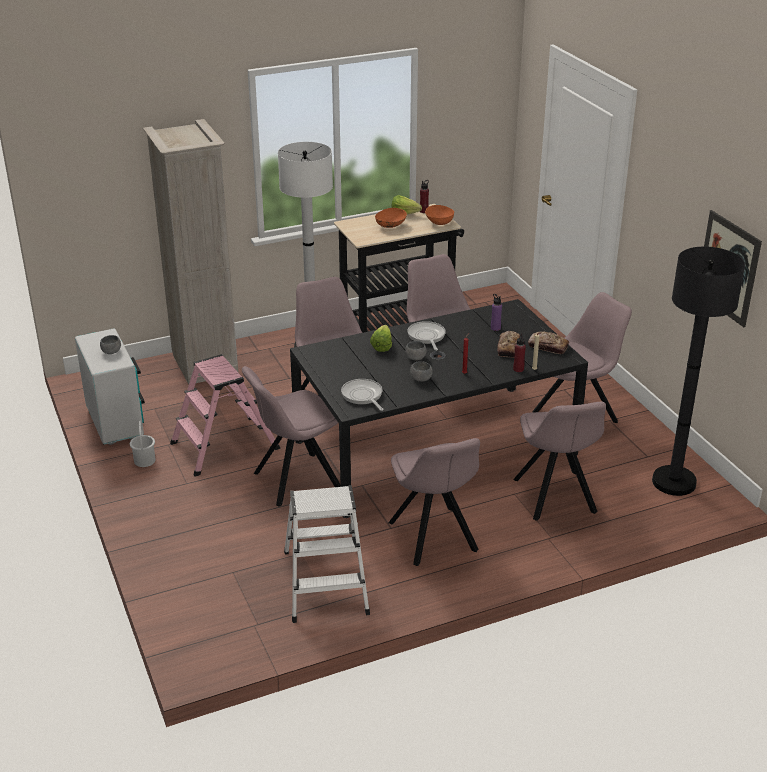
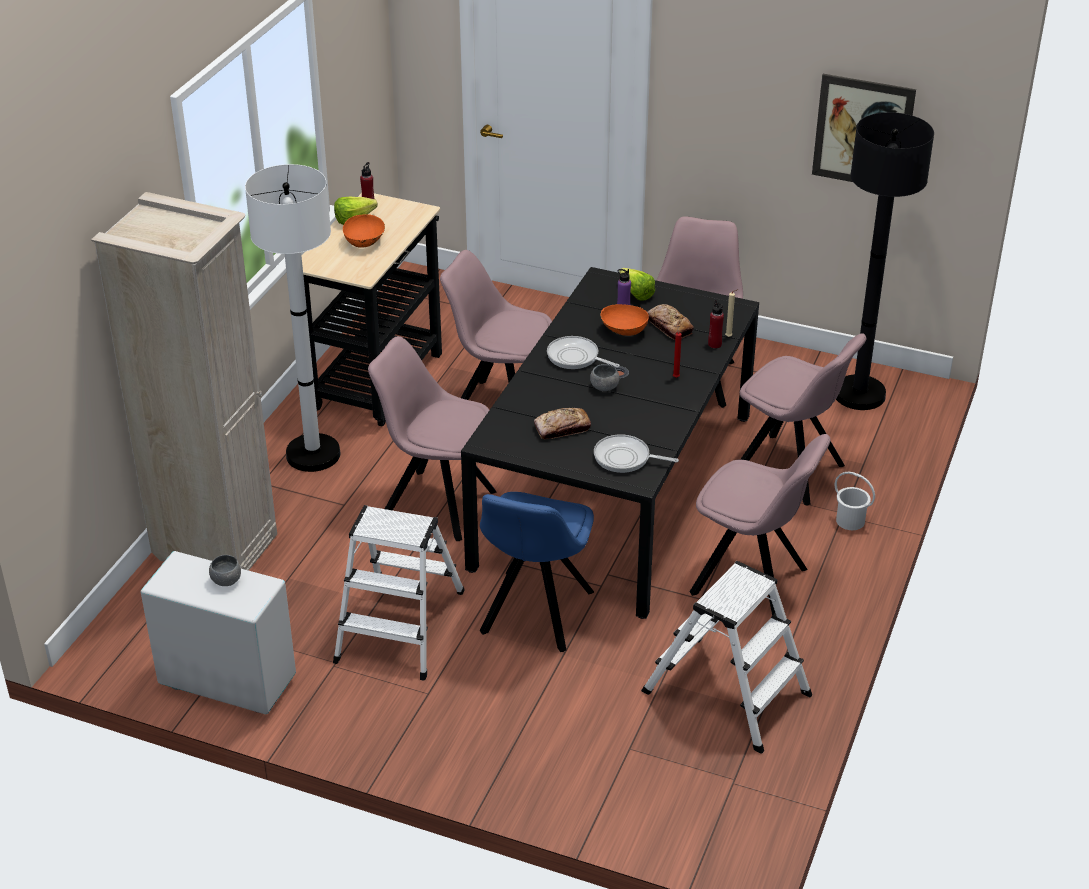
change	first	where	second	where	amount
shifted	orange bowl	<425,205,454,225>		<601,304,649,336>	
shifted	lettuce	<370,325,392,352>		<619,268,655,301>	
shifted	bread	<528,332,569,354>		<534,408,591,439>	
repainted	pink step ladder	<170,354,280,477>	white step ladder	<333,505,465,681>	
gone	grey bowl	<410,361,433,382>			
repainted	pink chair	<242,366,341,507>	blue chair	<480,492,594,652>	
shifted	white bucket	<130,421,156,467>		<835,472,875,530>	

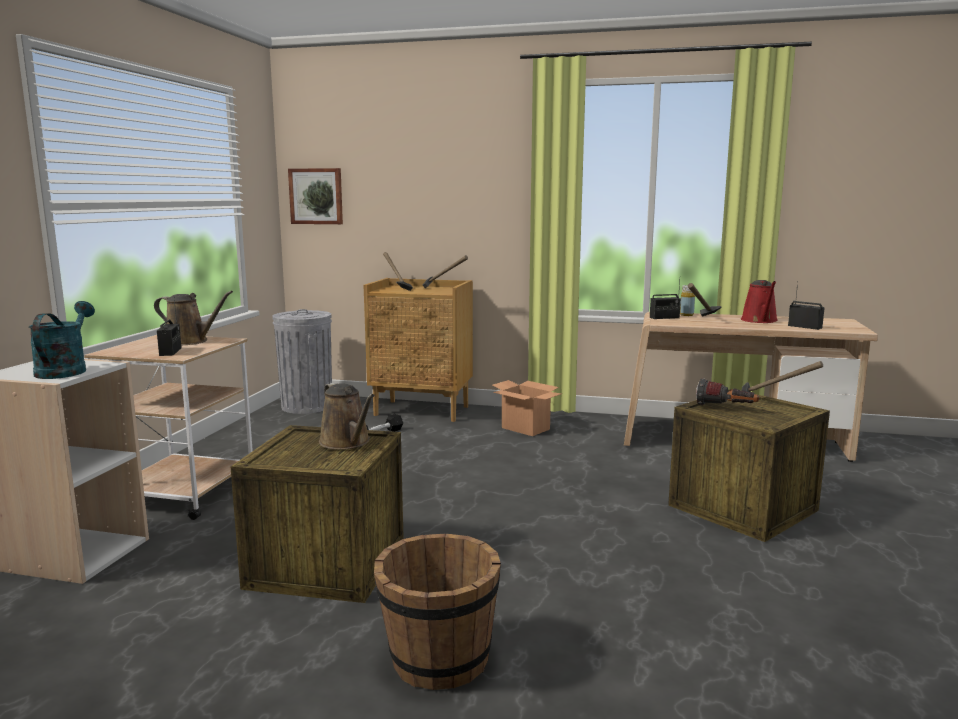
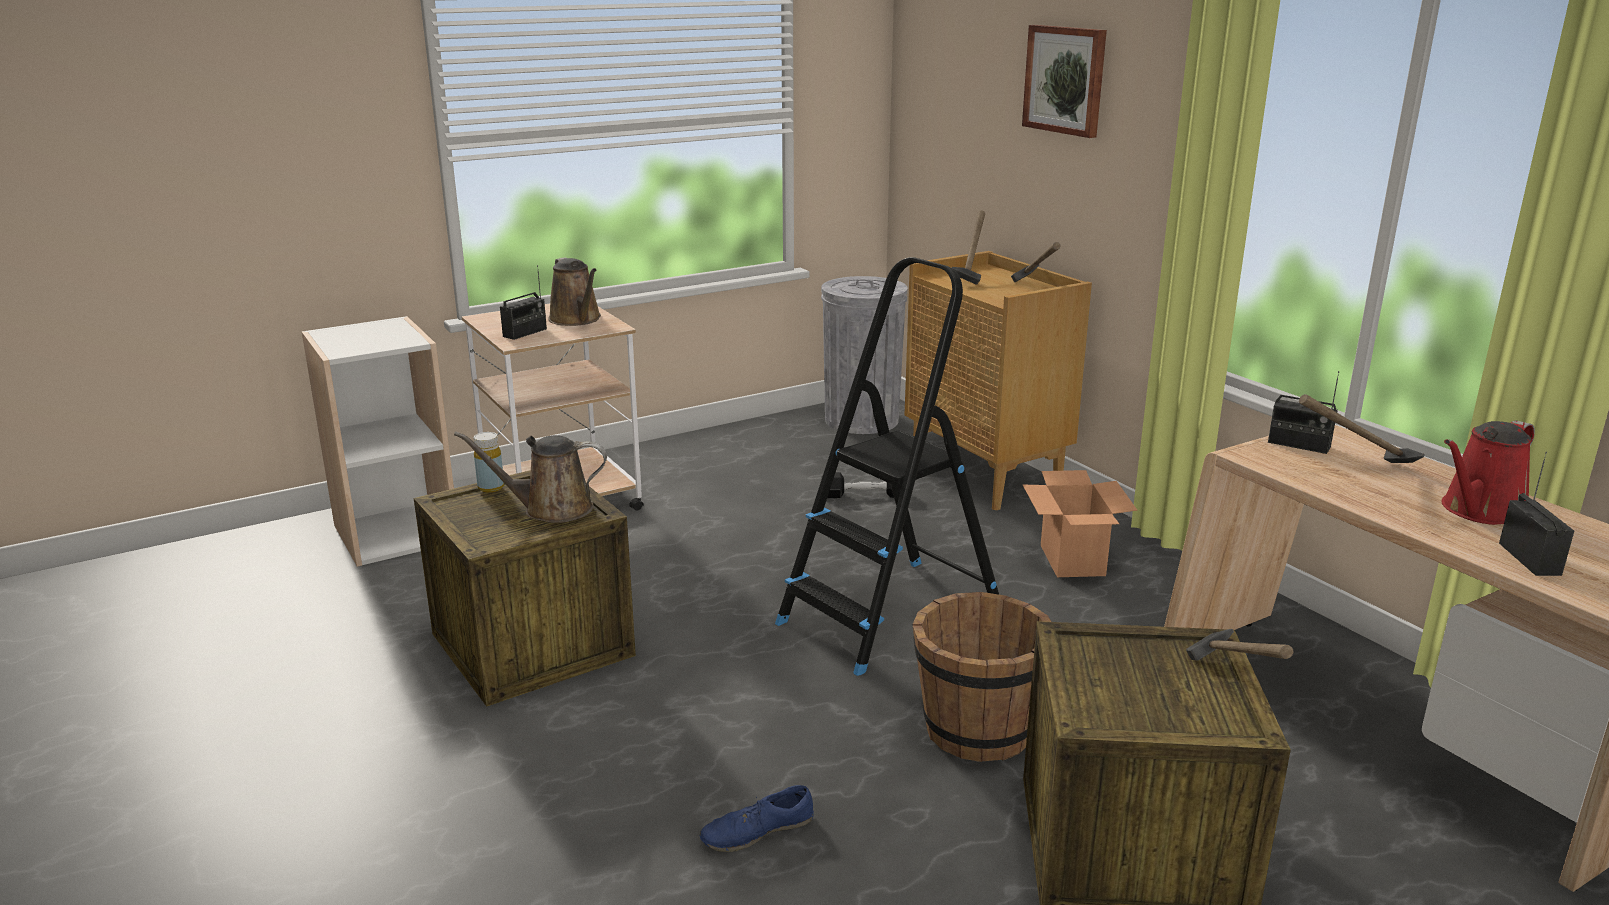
change	first	where	second	where	amount
shifted	picture	<288,168,343,224>		<1022,25,1107,138>	
shifted	yellow bottle	<680,285,695,316>		<474,432,504,492>	
gone	turquoise watering can	<29,301,95,379>			
gone	flashlight	<696,379,759,405>			
rotated	brown watering can	<319,383,375,450>		<454,431,607,523>	75 degrees clockwise
shifted	brown bucket	<374,533,501,690>		<912,592,1052,762>	
new			black step ladder	<775,257,999,676>	
new			blue shoe	<699,785,814,852>	

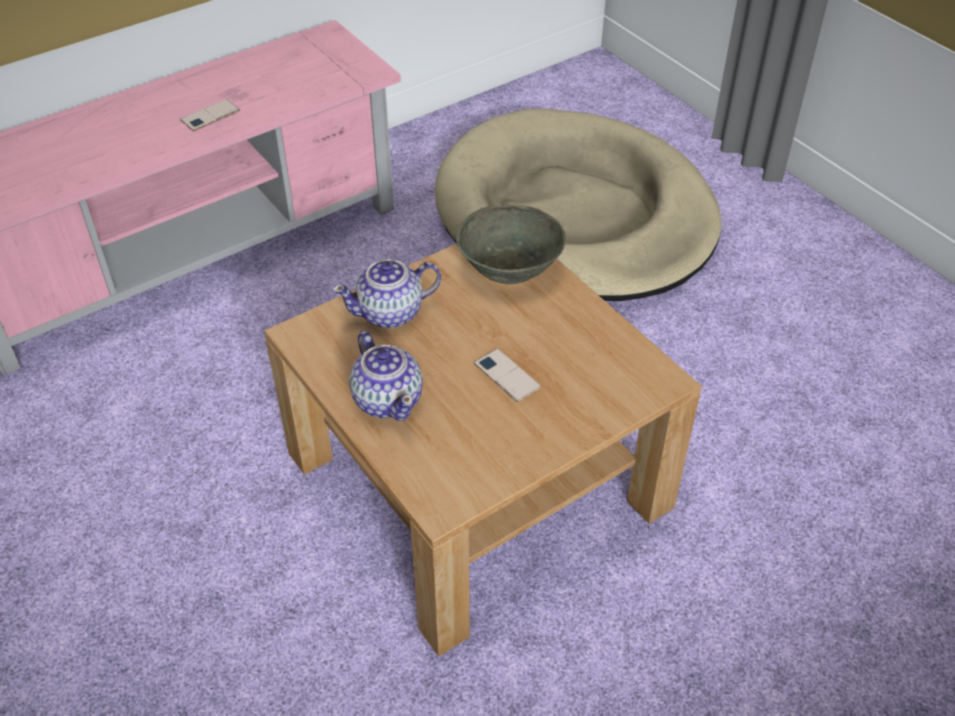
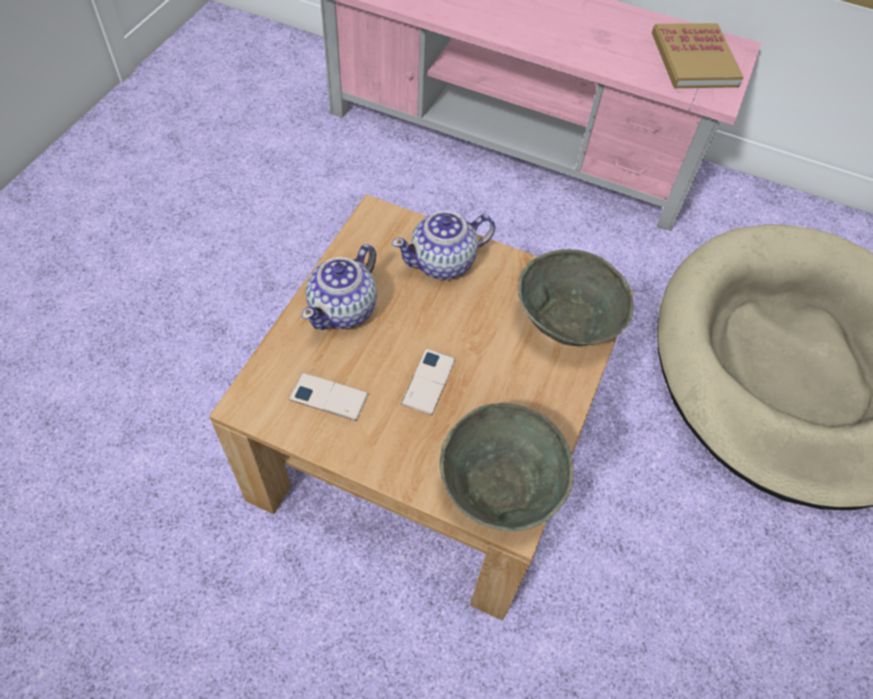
change	first	where	second	where	amount
shifted	phone	<180,99,240,131>		<289,373,368,421>	
rotated	teapot	<332,259,441,328>		<392,211,495,280>	60 degrees counterclockwise
new			book	<652,23,744,88>	
new			grey bowl	<440,403,574,531>	

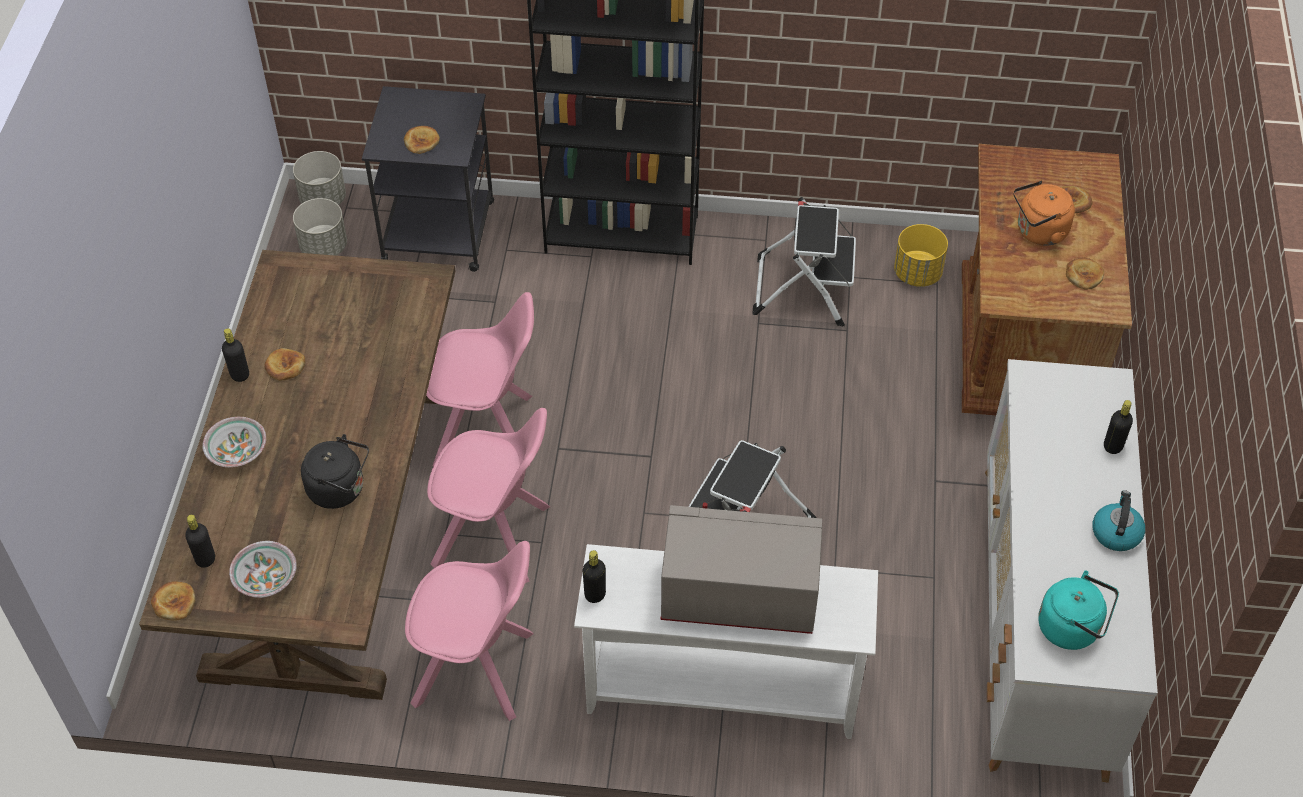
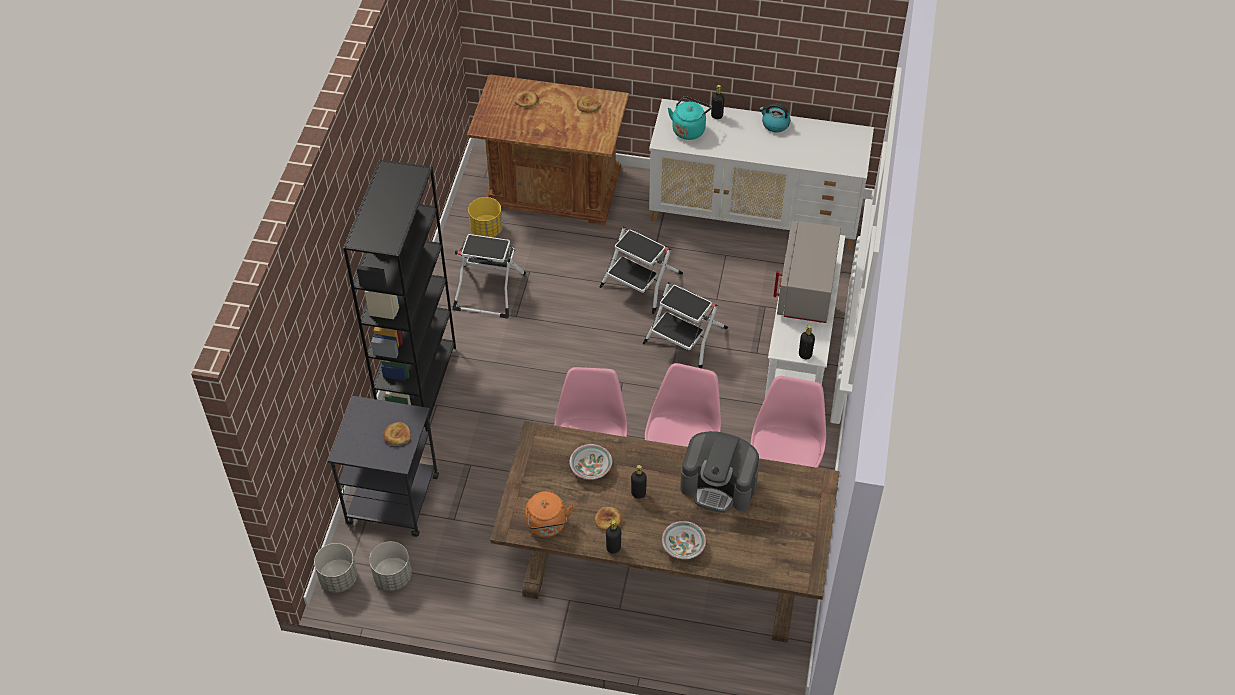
change	first	where	second	where	amount
shifted	orange kettle	<1013,180,1075,246>		<525,491,574,537>	
swapped	black kettle	<301,434,369,509>	coffee machine	<680,431,759,513>	
shifted	black bottle	<185,514,215,568>		<631,465,647,499>	
shifted	bowl	<229,541,297,598>		<569,444,612,480>	
shifted	turquoise kettle	<1038,570,1119,650>		<668,96,711,140>	
gone	bread	<151,581,196,621>			
new			step ladder	<599,226,683,314>	

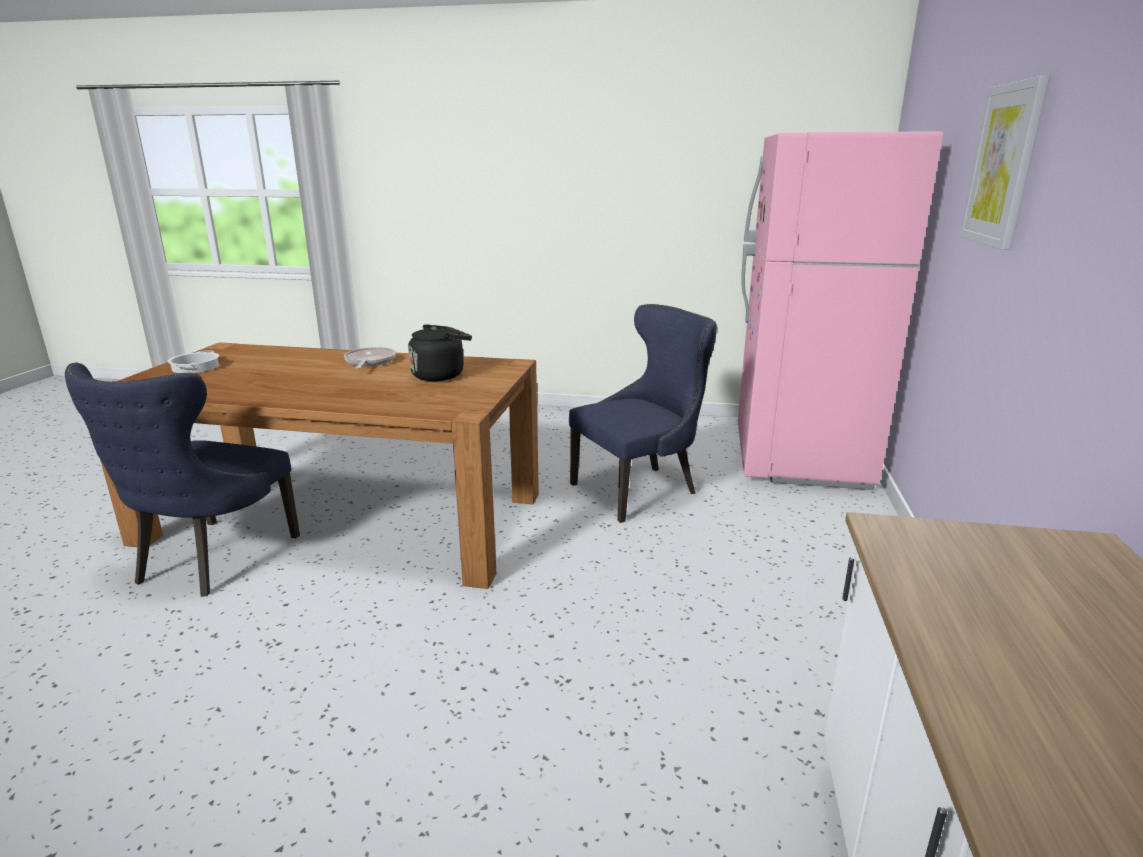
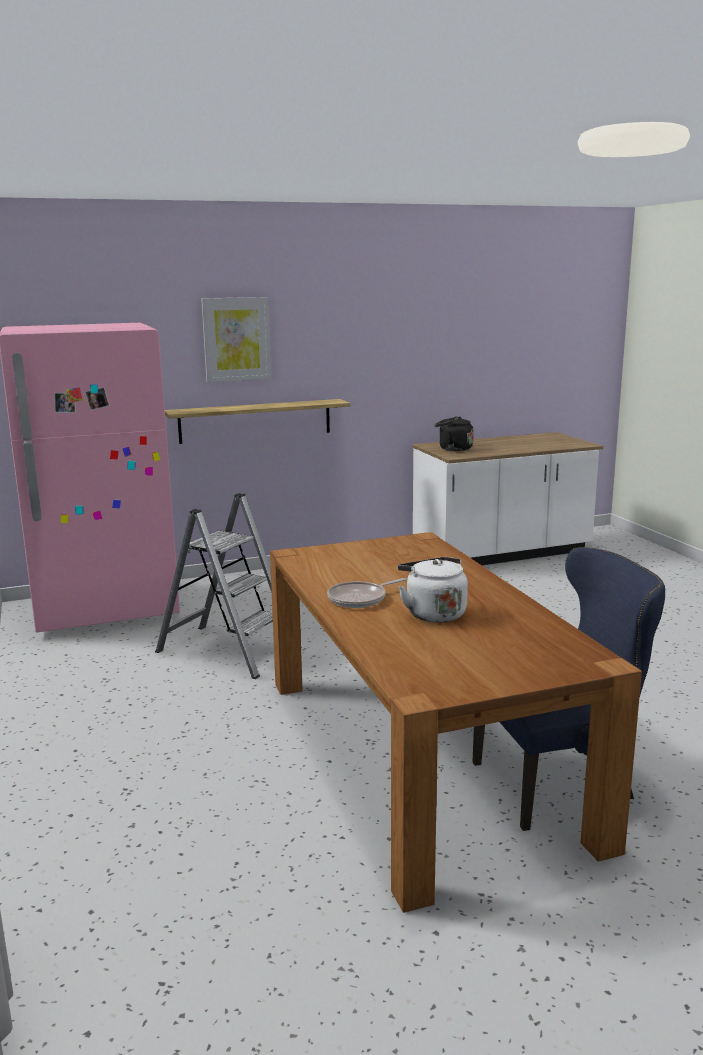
change	first	where	second	where	amount
swapped	blue chair	<569,304,717,523>	grey step ladder	<155,493,273,679>	
shifted	black kettle	<408,324,472,381>		<434,416,473,451>	
gone	cooking pot	<168,351,219,373>			
new			shelf	<165,399,350,444>	
new			white kettle	<398,557,468,623>	

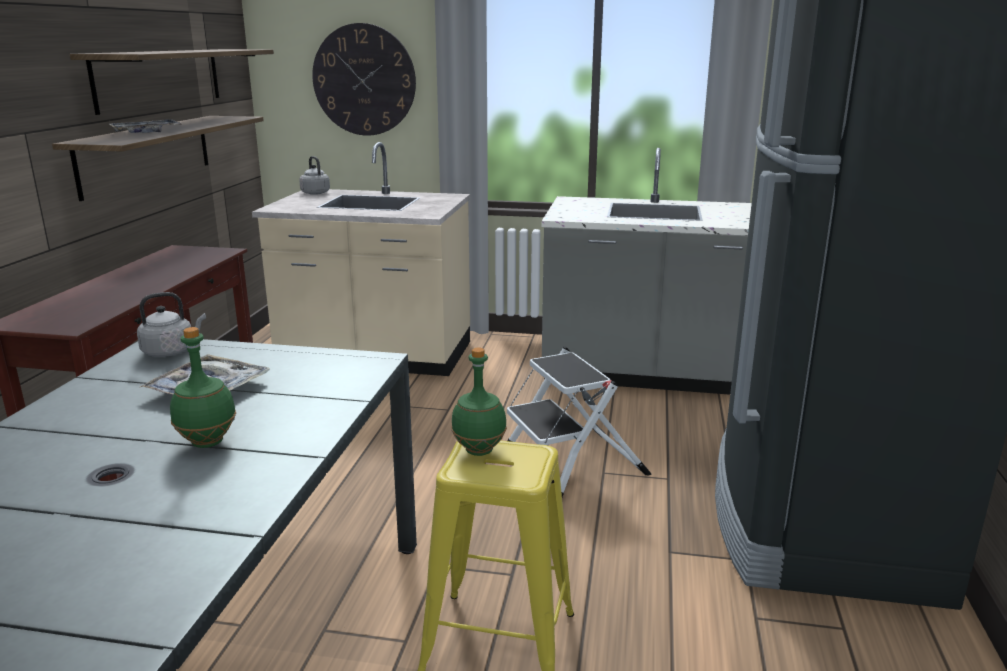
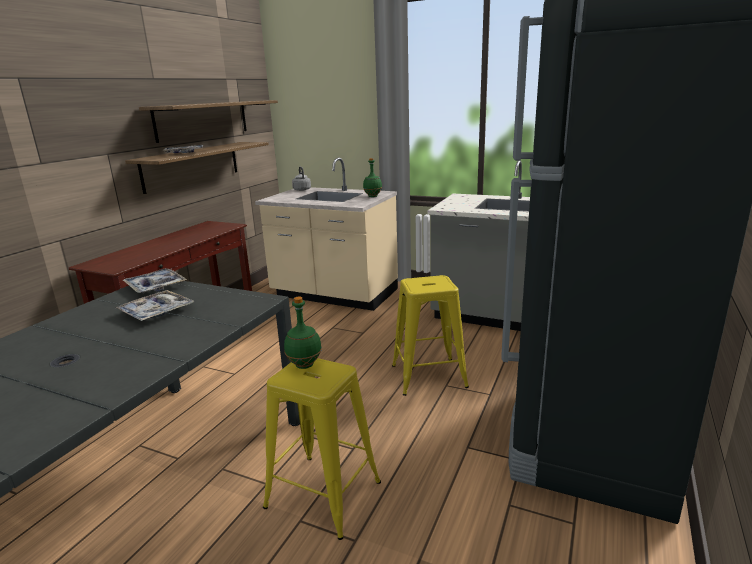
change	first	where	second	where	amount
gone	wall clock	<312,23,416,136>			
swapped	grey kettle	<137,292,206,357>	tray	<123,268,187,293>	
shifted	green bottle	<170,327,236,448>		<363,158,382,197>	
swapped	step ladder	<507,346,651,497>	yellow stool	<392,275,469,396>	

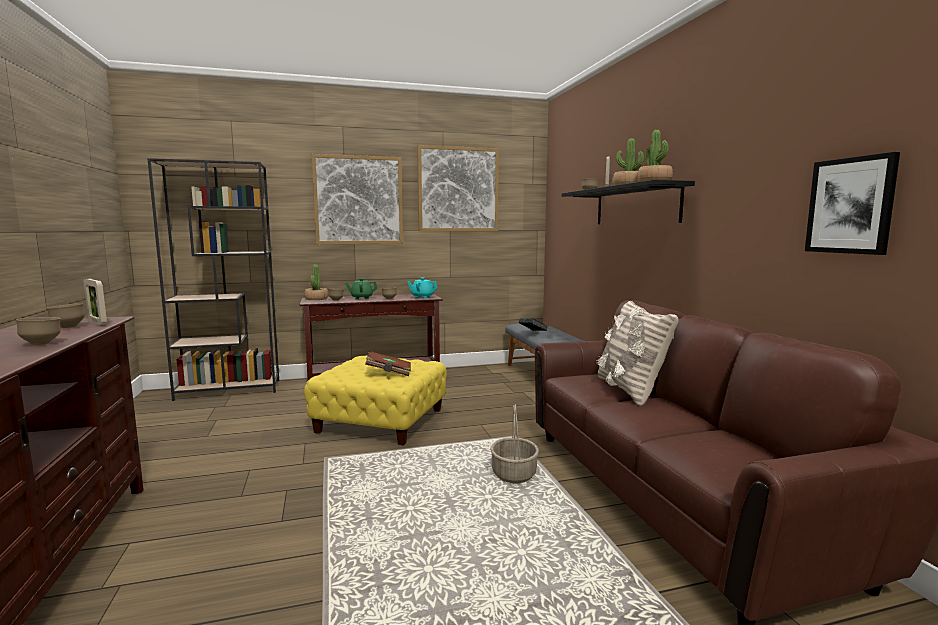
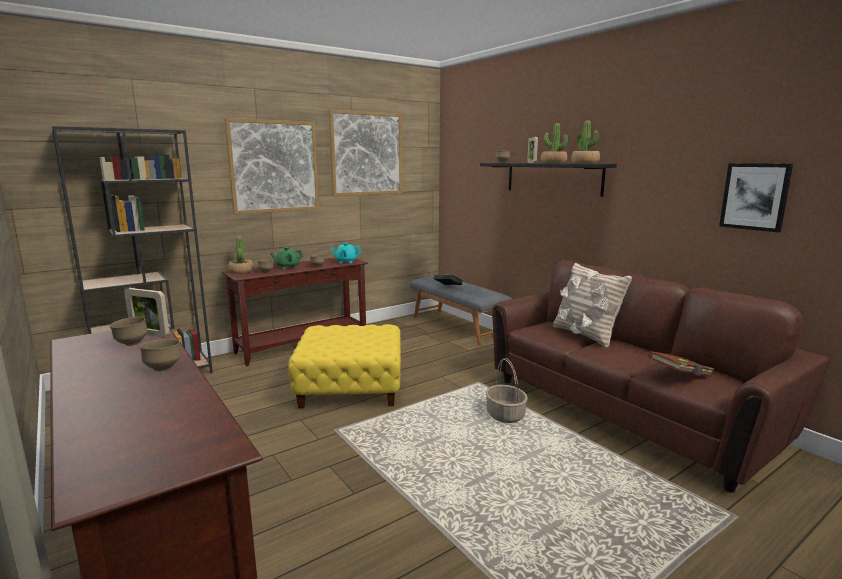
change	first	where	second	where	amount
shifted	brown book	<365,351,411,376>		<648,351,714,377>	

